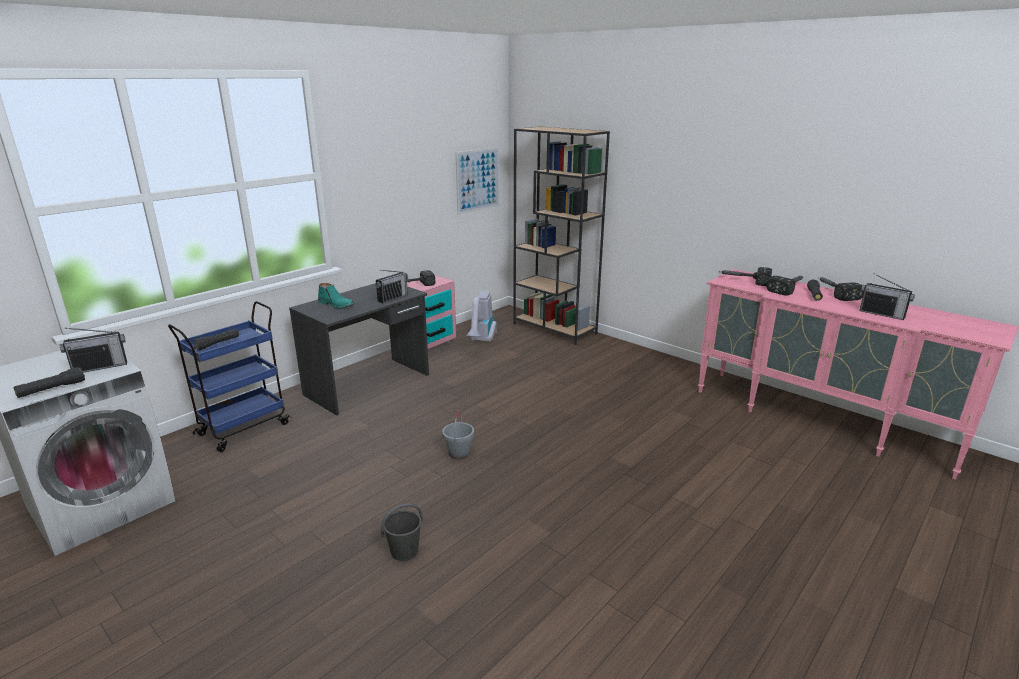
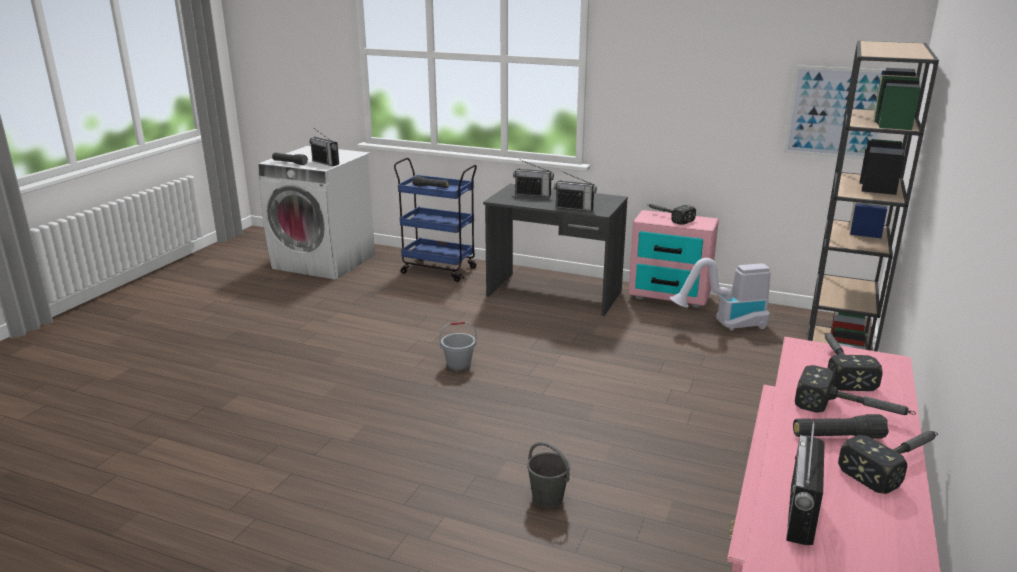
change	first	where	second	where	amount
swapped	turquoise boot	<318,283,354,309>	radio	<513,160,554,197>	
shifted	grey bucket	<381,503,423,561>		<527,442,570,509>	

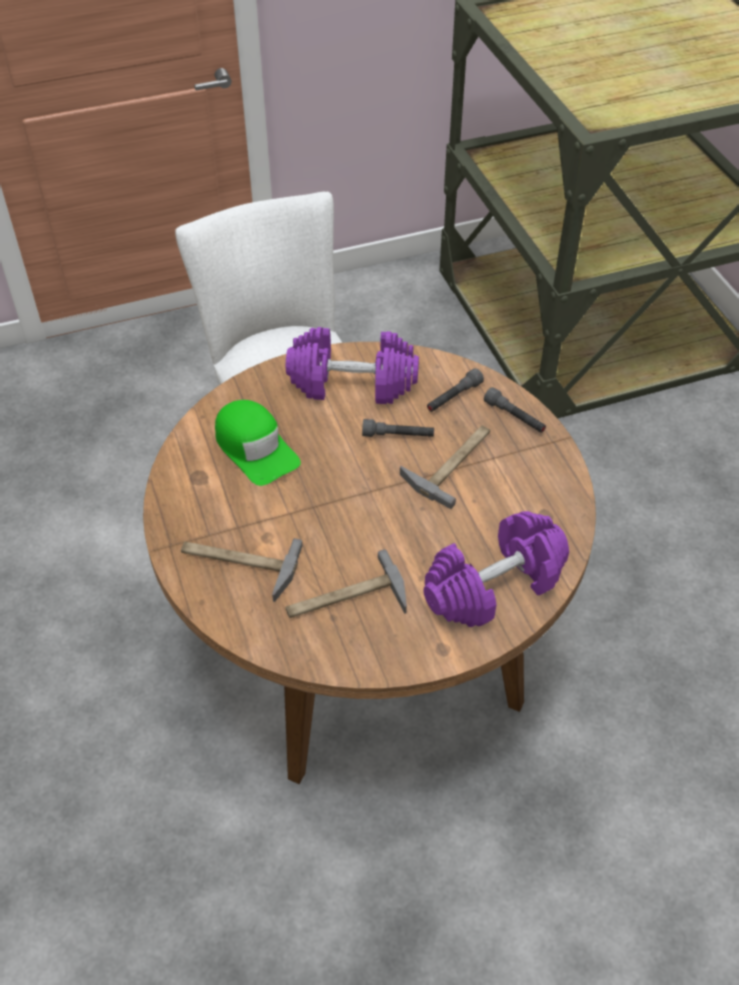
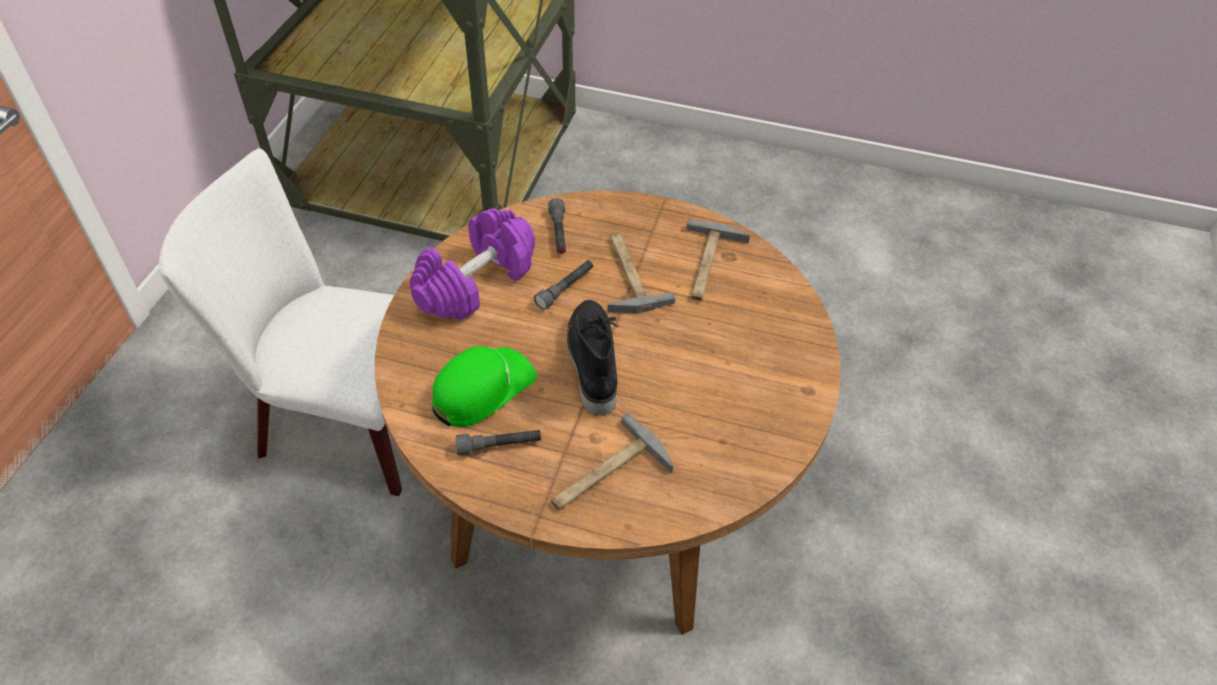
change	first	where	second	where	amount
shifted	grey flashlight	<484,387,546,433>		<456,430,541,455>	
rotated	green cap	<215,400,301,486>		<432,347,537,427>	45 degrees counterclockwise
gone	purple dumbbell	<423,511,569,627>			
shifted	hammer	<285,549,407,618>		<686,219,750,301>	
new			black boot	<567,300,618,416>	

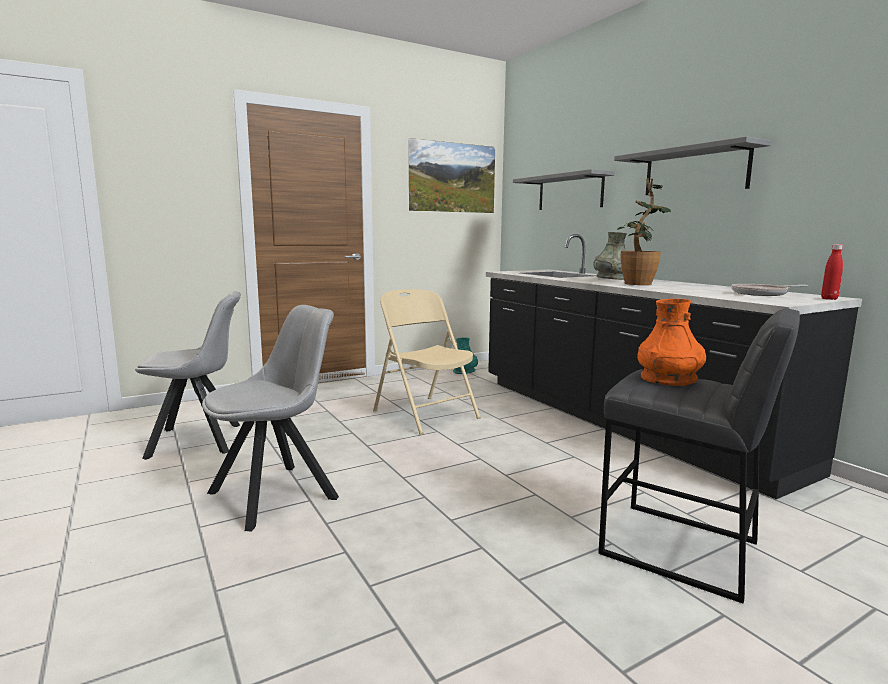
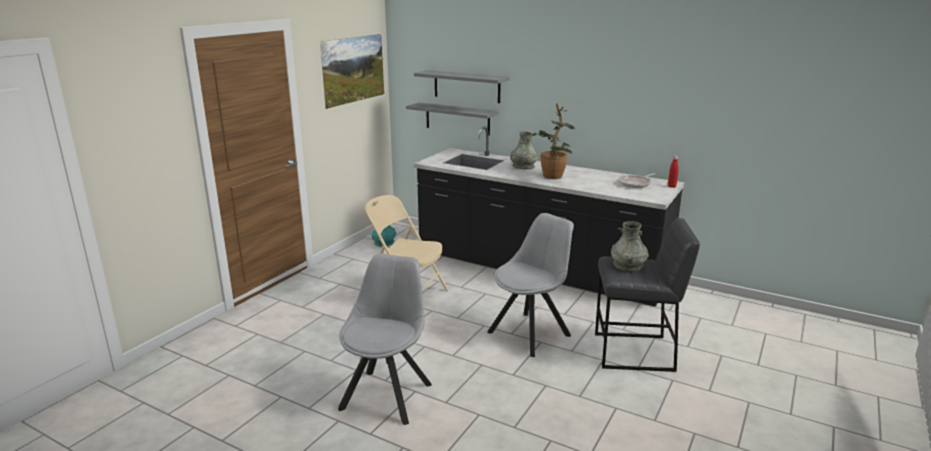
change	first	where	second	where	amount
shifted	grey shelf	<614,136,771,195>		<406,102,499,136>	
shifted	grey chair	<135,291,241,460>		<487,213,574,357>	
repainted	orange vase	<637,299,706,386>	grey vase	<611,221,649,271>	

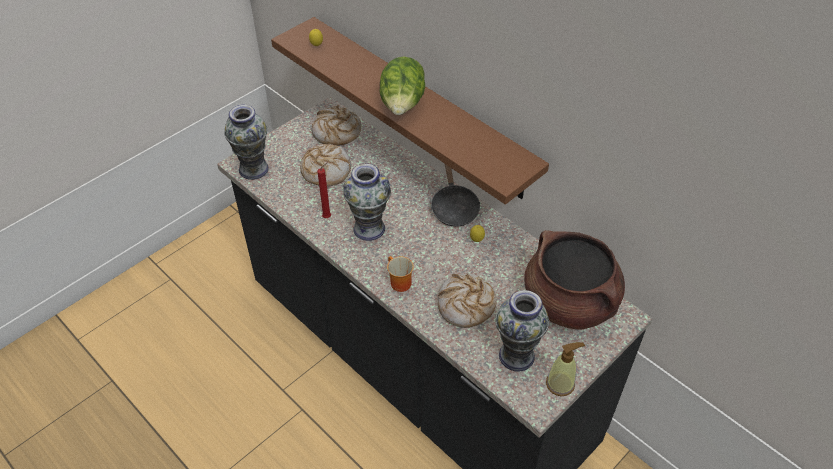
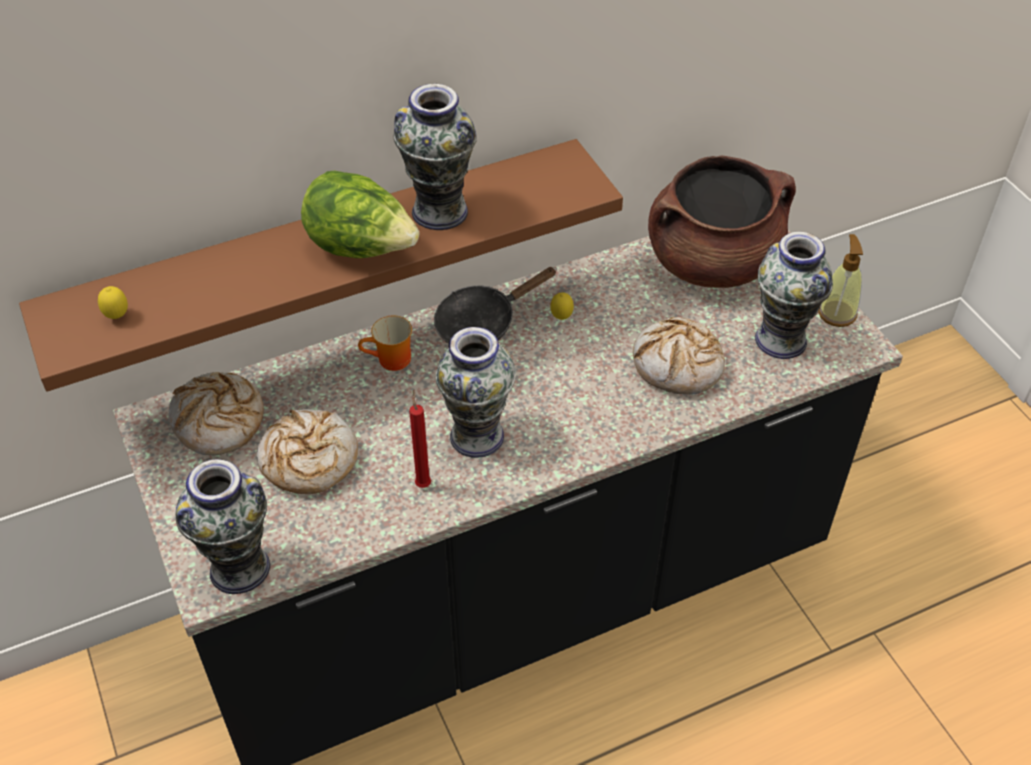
change	first	where	second	where	amount
rotated	black frying pan	<430,164,481,227>		<434,267,557,344>	135 degrees clockwise
shifted	mug	<387,256,414,292>		<358,316,412,371>	
new			vase	<393,84,477,230>	

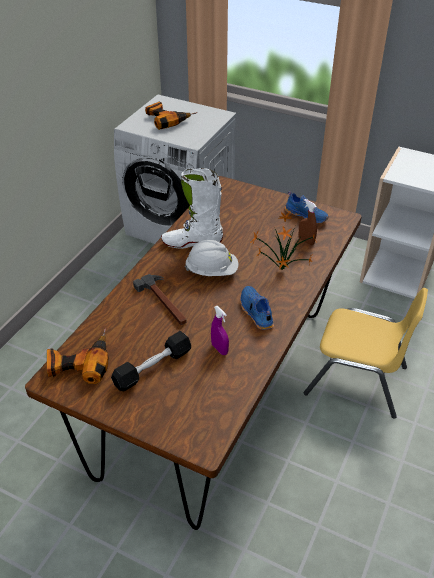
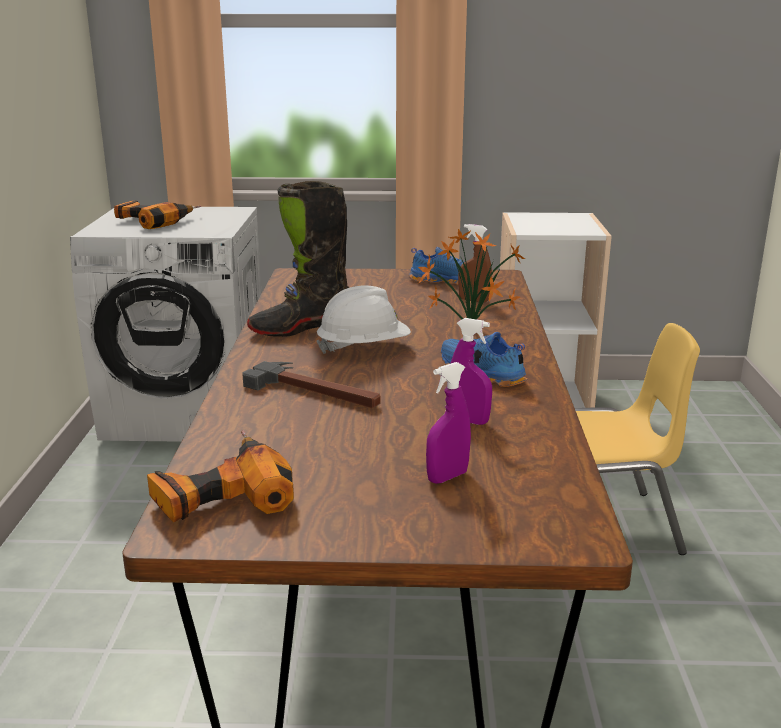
change	first	where	second	where	amount
repainted	white boot	<161,168,223,249>	black boot	<247,181,349,337>	
gone	black dumbbell	<111,331,191,392>			
new			purple spray bottle	<426,362,471,484>	

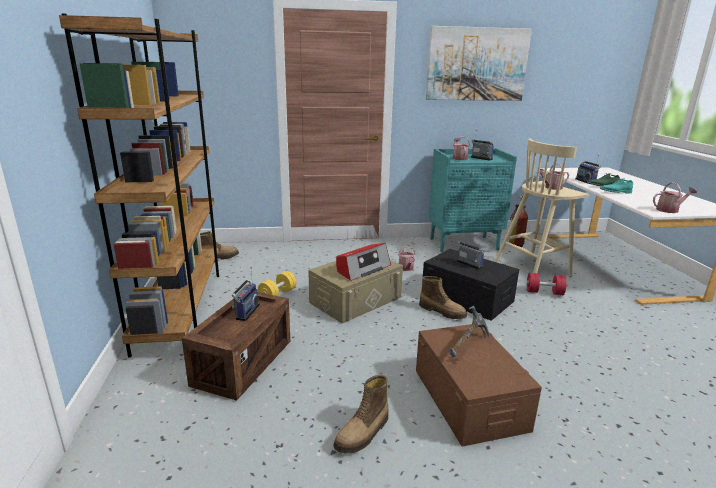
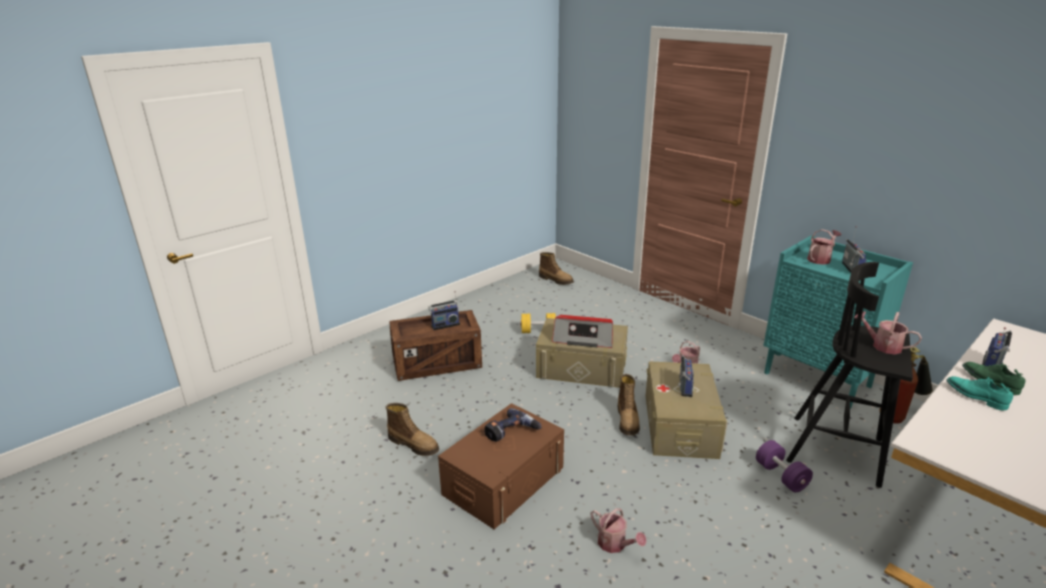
change	first	where	second	where	amount
gone	brown bookcase	<59,13,219,358>			
gone	picture	<426,26,532,101>			
repainted	beige stool	<495,138,589,275>	black stool	<786,262,913,488>	
shifted	watering can	<653,182,697,213>		<591,508,647,553>	
repainted	black storage box	<422,249,519,321>	beige storage box	<646,361,728,459>	
repainted	red dumbbell	<527,273,567,295>	purple dumbbell	<756,440,813,492>	
swapped	hammer	<448,306,490,357>	power drill	<485,408,542,442>	
rotated	boot	<333,375,389,453>		<386,403,439,456>	150 degrees counterclockwise

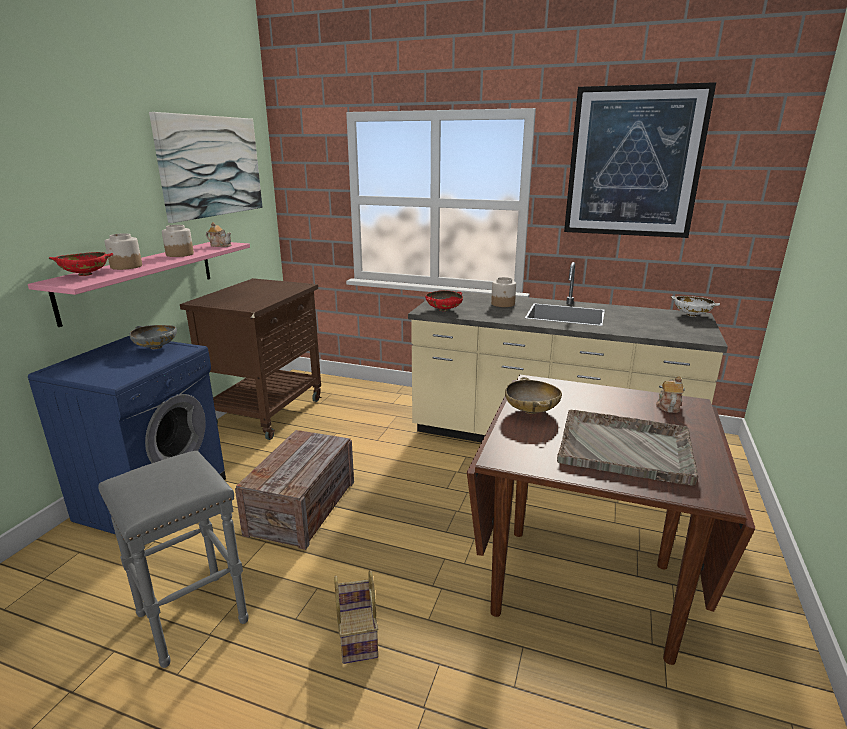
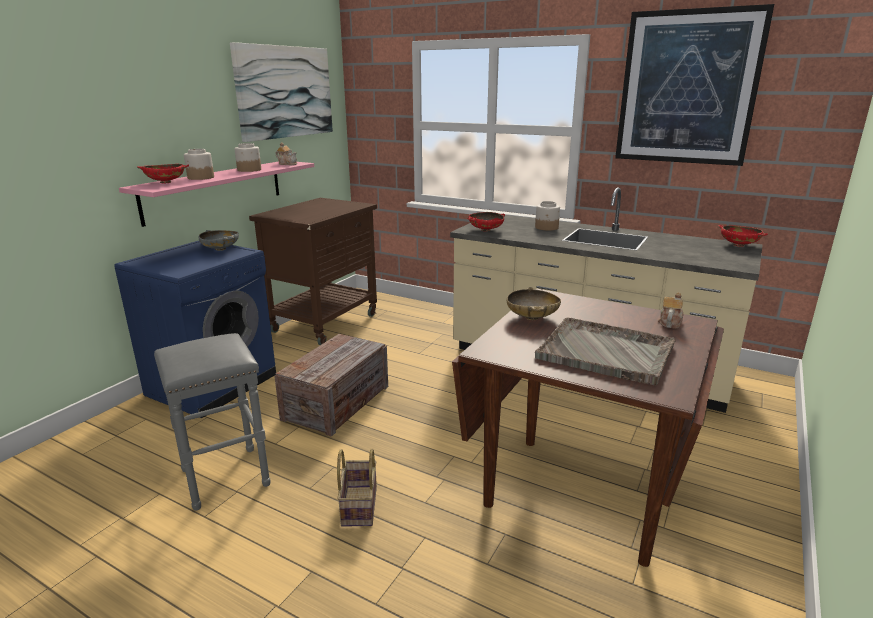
change	first	where	second	where	amount
repainted	white bowl	<671,296,720,317>	red bowl	<718,225,768,247>	

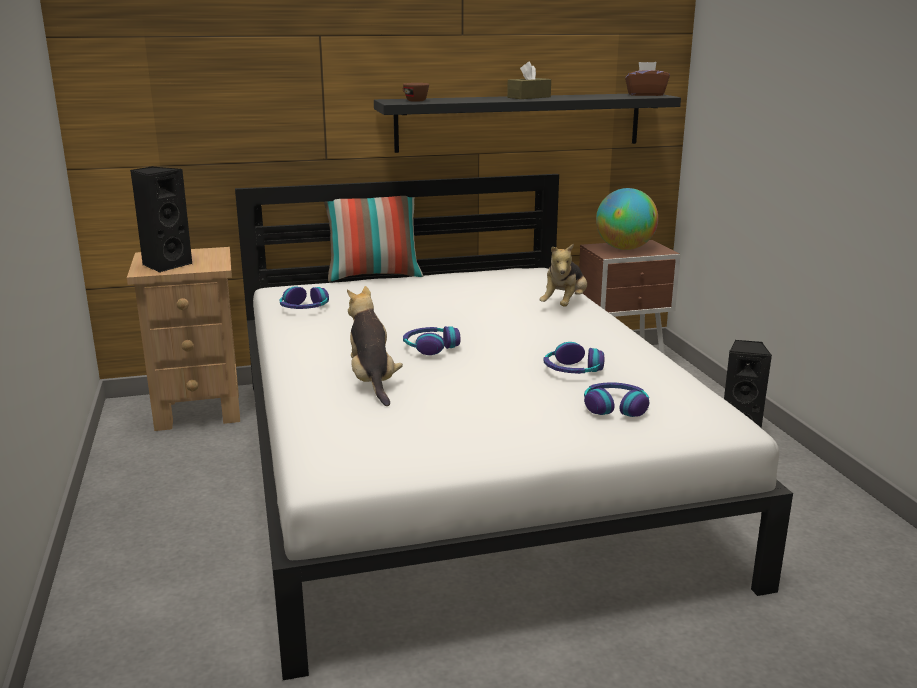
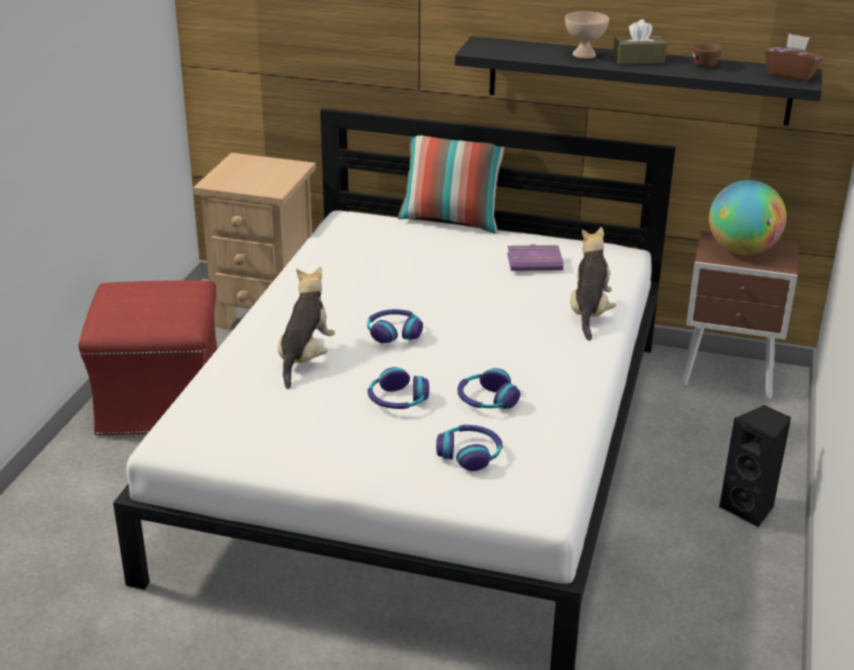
change	first	where	second	where	amount
shifted	brown cup	<403,83,429,102>		<692,42,722,67>	
gone	black speaker	<130,166,193,272>			
rotated	plush toy	<540,244,587,306>		<570,227,616,341>	135 degrees clockwise
shifted	headphones	<280,287,329,309>		<368,367,429,409>	
new			beige bowl	<565,11,609,59>	
new			purple book	<507,244,563,271>	
new			red ottoman	<78,280,218,436>	

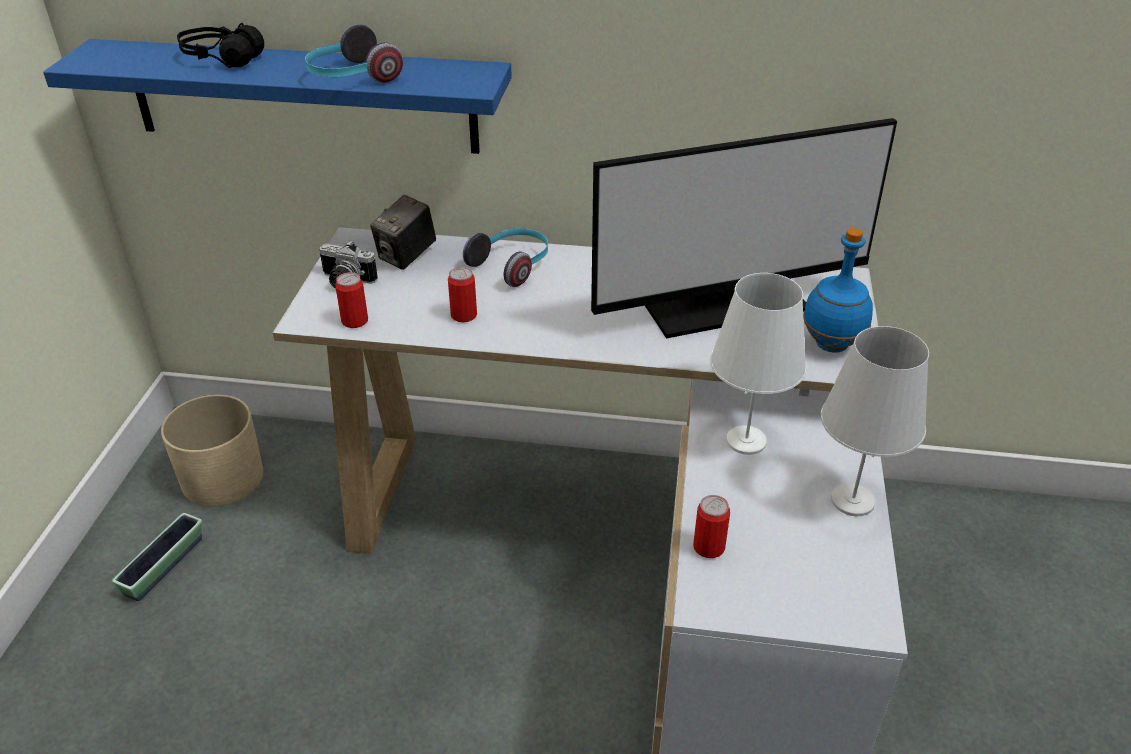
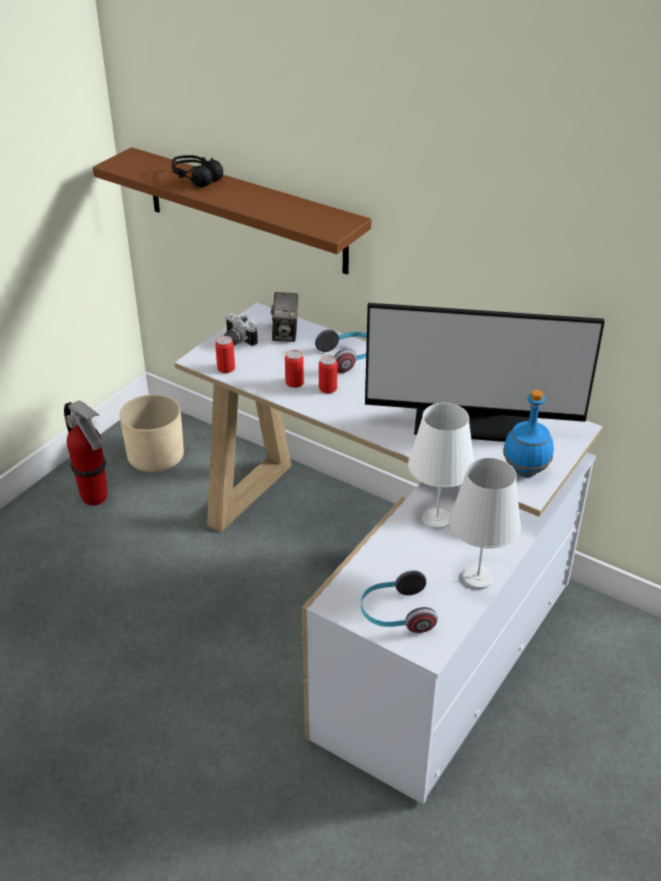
change	first	where	second	where	amount
shifted	headphones	<305,24,404,83>		<361,570,438,633>	
repainted	blue shelf	<43,39,512,154>	brown shelf	<93,147,371,275>	
rotated	photo camera	<370,195,436,270>		<271,292,298,342>	60 degrees counterclockwise
shifted	can	<693,495,730,558>		<319,355,337,393>	
swapped	planter	<112,513,202,601>	fire extinguisher	<64,401,108,506>	

